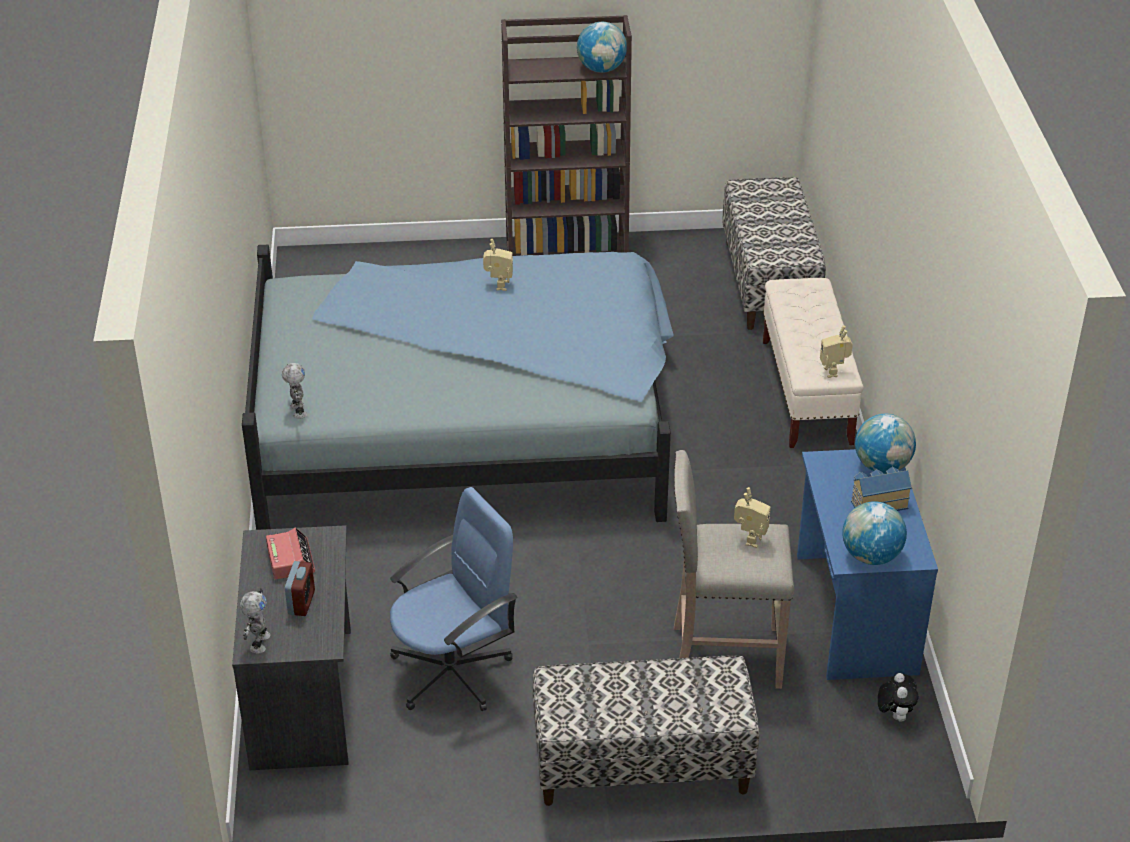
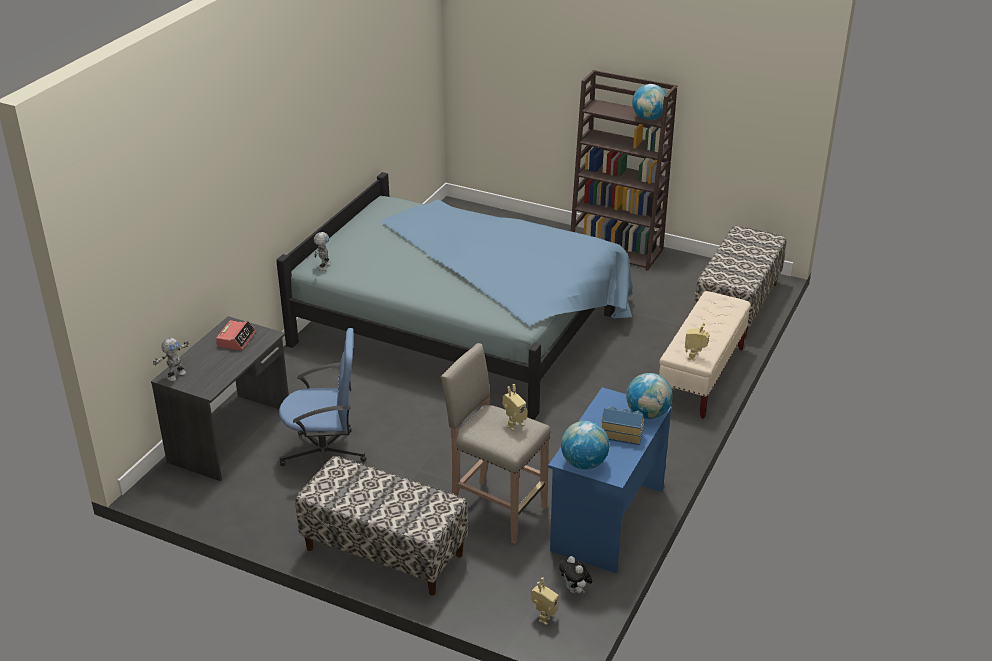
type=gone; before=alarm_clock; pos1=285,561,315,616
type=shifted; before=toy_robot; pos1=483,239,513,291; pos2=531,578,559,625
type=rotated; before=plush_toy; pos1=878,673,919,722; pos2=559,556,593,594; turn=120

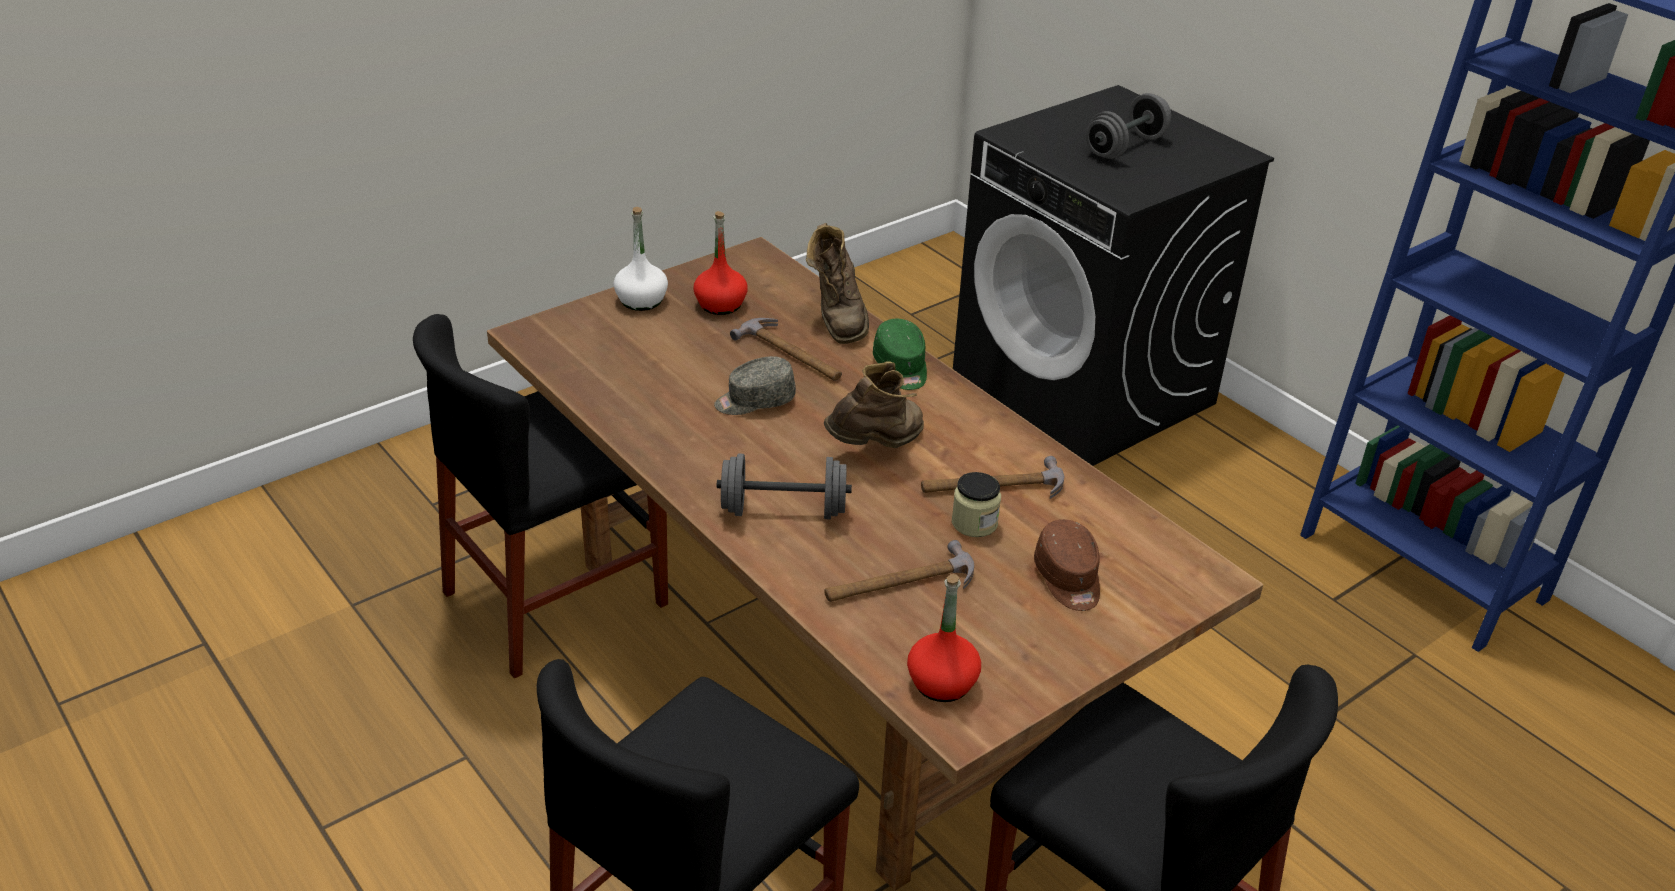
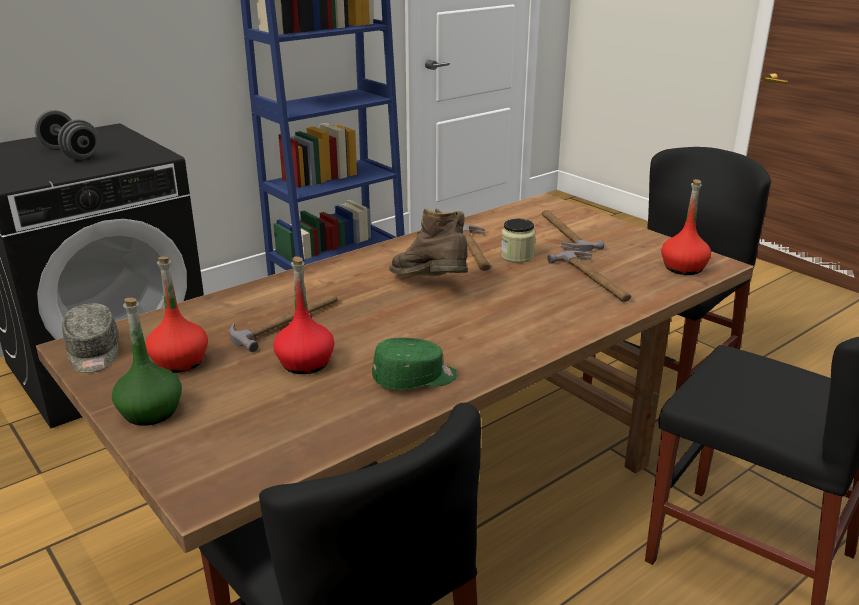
type=repainted; before=white_bottle; after=green_bottle; pos1=613,207,668,311; pos2=112,298,182,426
type=shifted; before=grey_cap; pos1=714,356,796,415; pos2=62,303,119,373
type=gone; before=grey_dumbbell; pos1=717,454,852,519
type=gone; before=brown_boot; pos1=806,223,869,344
type=shifted; before=green_cap; pos1=873,319,927,390; pos2=372,338,457,390
type=swapped; before=brown_cap; after=hammer; pos1=1034,519,1100,611; pos2=542,210,604,252
type=new; after=red_bottle; pos2=274,257,335,374

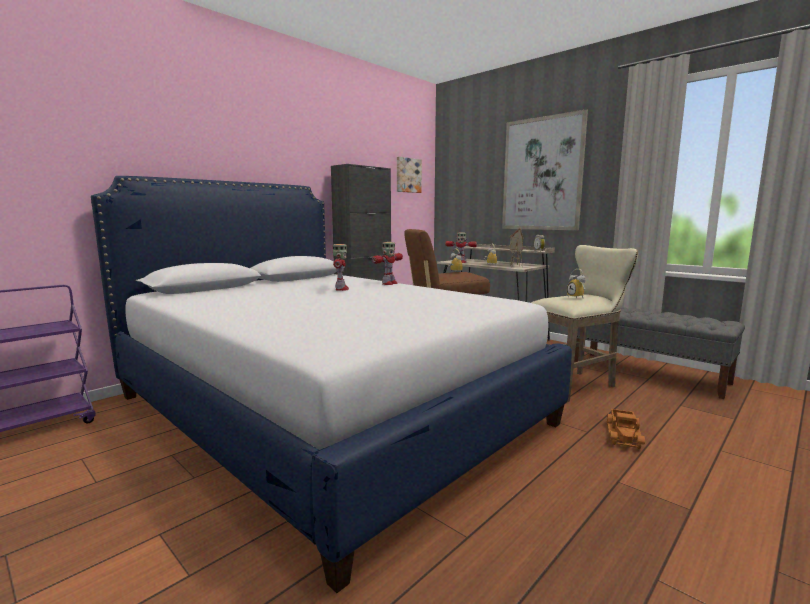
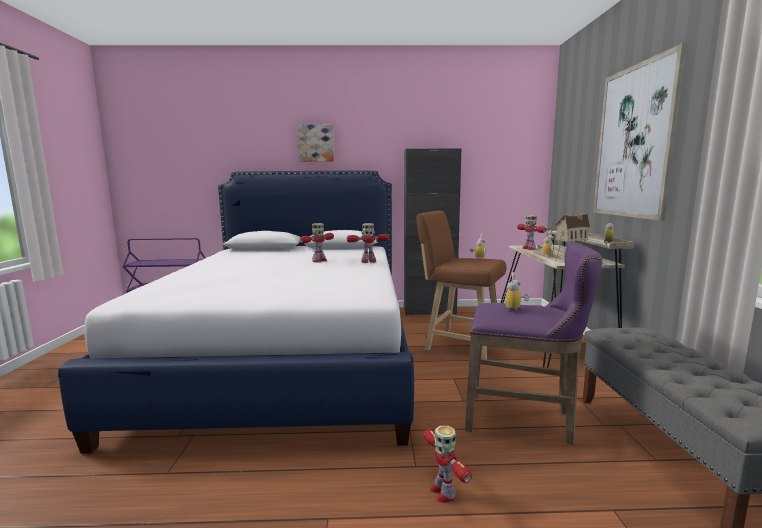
type=shifted; before=picture; pos1=397,157,422,193; pos2=297,124,334,162
type=repainted; before=beige_stool; after=purple_stool; pos1=531,245,638,402; pos2=465,242,602,445
type=swapped; before=toy_truck; after=toy_robot; pos1=607,409,645,449; pos2=424,425,472,503

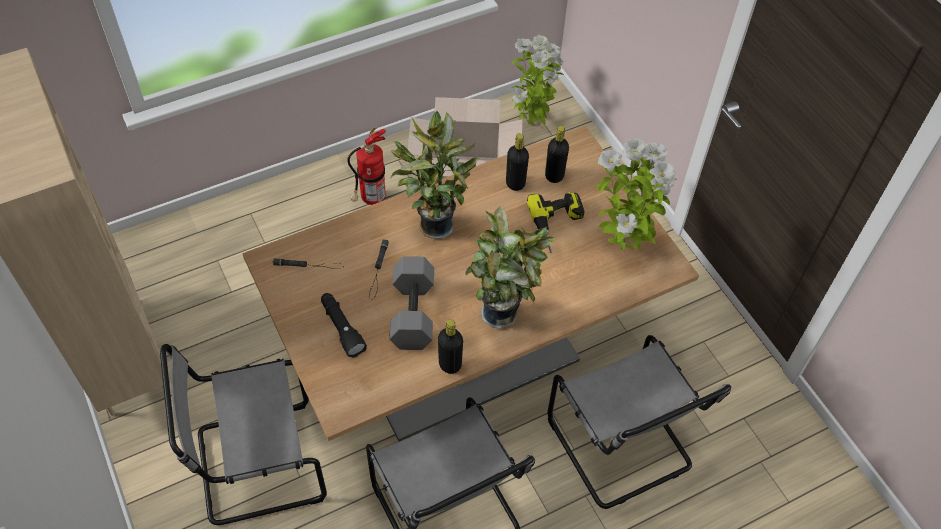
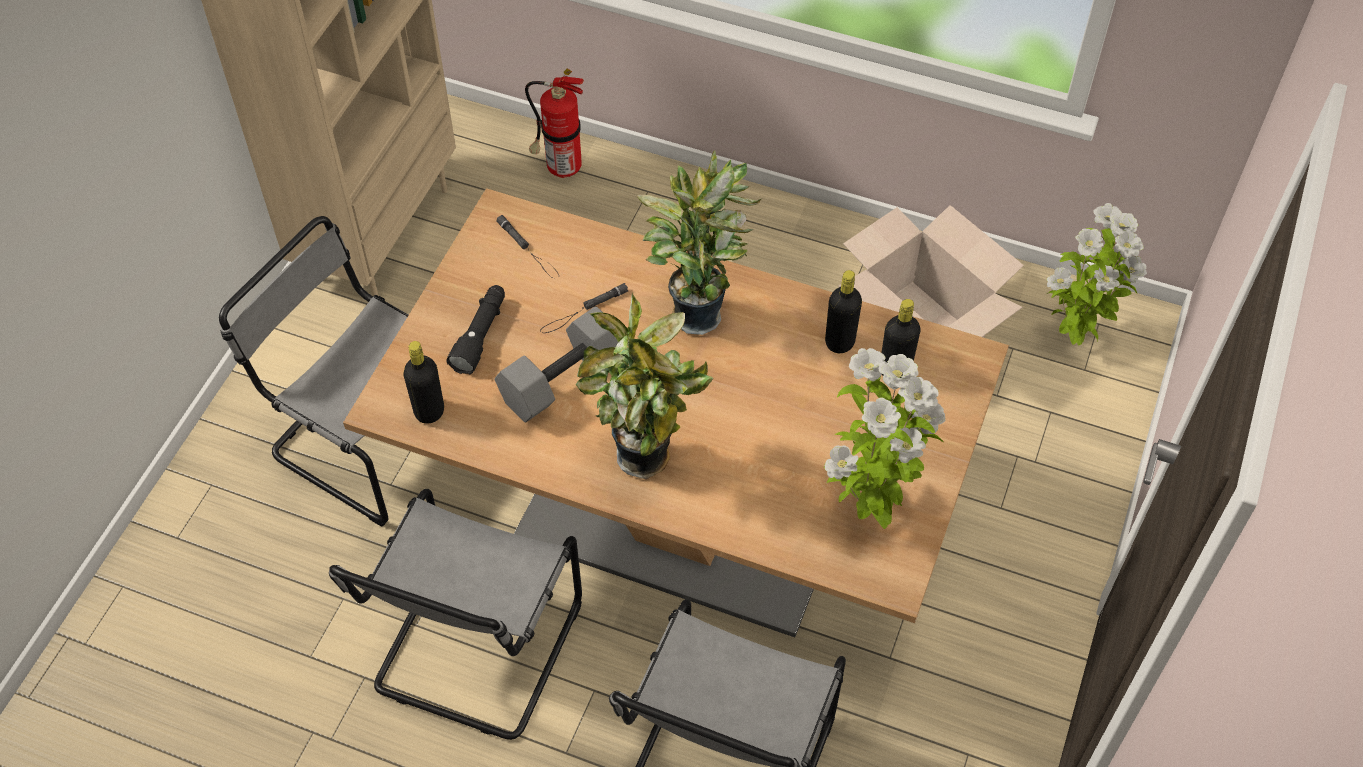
type=shifted; before=fire_extinguisher; pos1=347,128,386,205; pos2=525,69,584,178
type=shifted; before=black_bottle; pos1=438,319,463,374; pos2=404,341,444,424
type=gone; before=power_drill; pos1=527,192,585,253

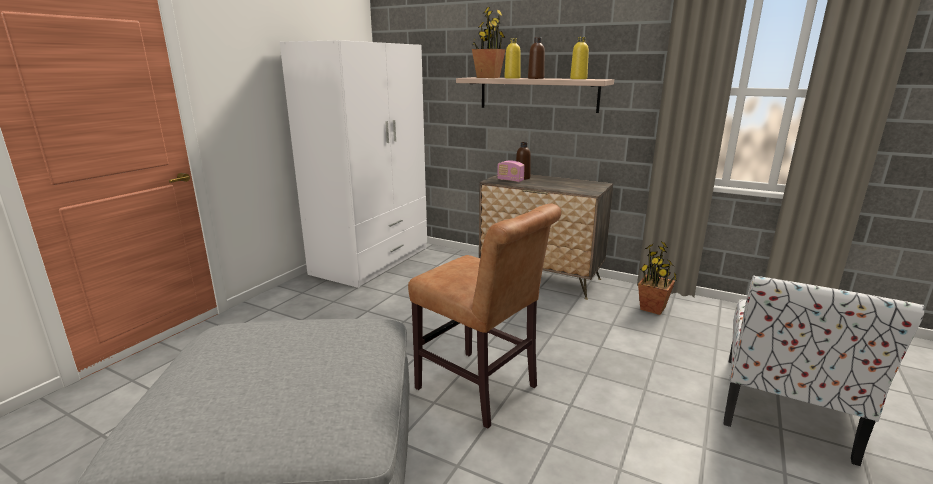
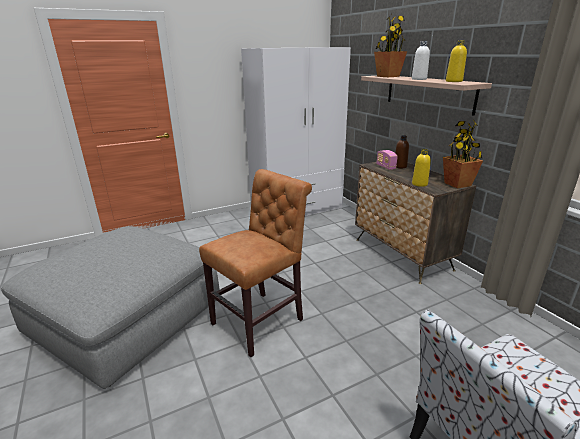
type=rotated; before=brown_chair; pos1=408,203,561,429; pos2=199,169,312,357; turn=-120
type=shifted; before=yellow_bottle; pos1=504,38,521,79; pos2=412,149,431,187
type=repainted; before=brown_bottle; after=white_bottle; pos1=528,38,545,79; pos2=412,41,430,80
type=shifted; before=potted_plant; pos1=638,241,677,315; pos2=443,119,483,188

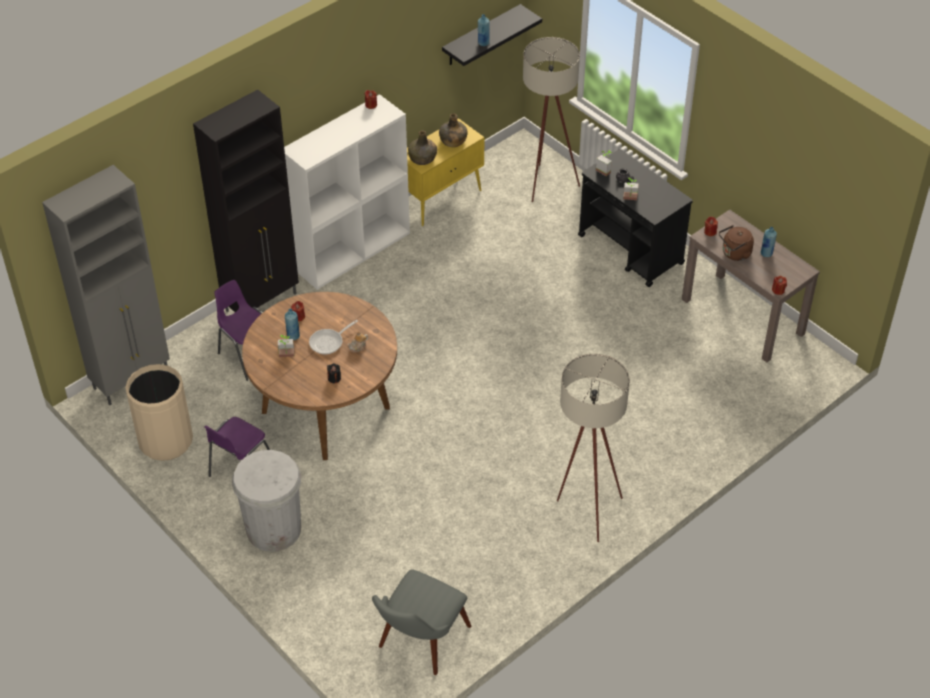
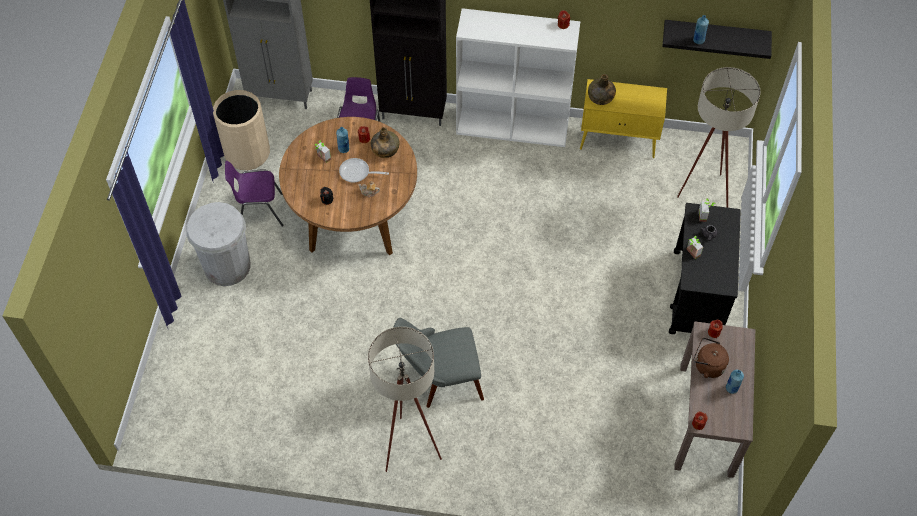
type=shifted; before=grey_chair; pos1=372,569,471,675; pos2=394,318,484,408
type=shifted; before=green_bottle; pos1=439,113,468,147; pos2=371,127,400,158

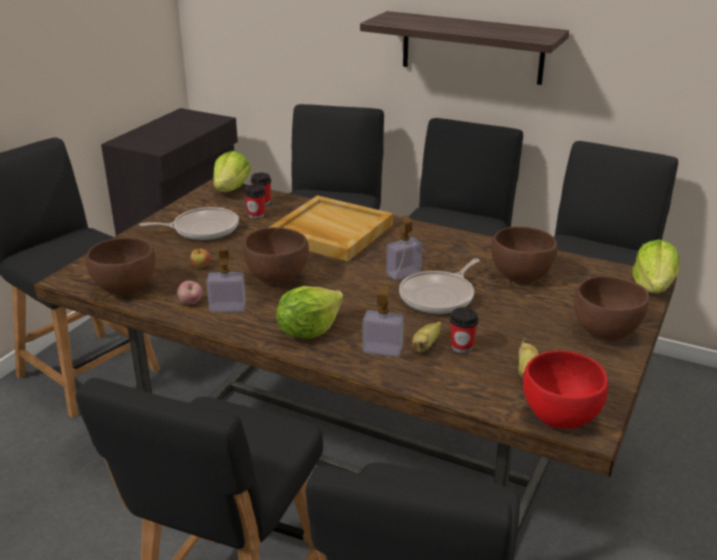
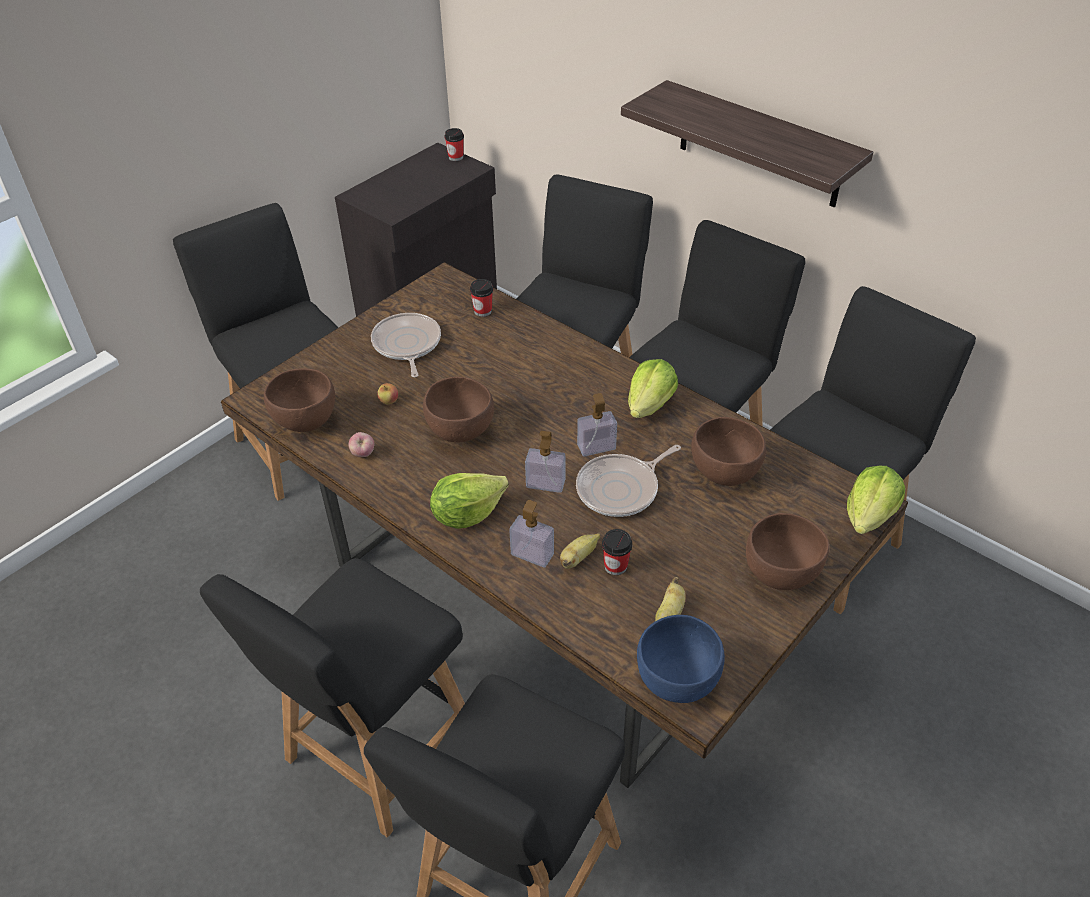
type=rotated; before=frying_pan; pos1=139,207,239,240; pos2=371,313,441,377; turn=-105
type=shifted; before=soap_dispenser; pos1=207,249,246,312; pos2=525,431,566,493
type=shifted; before=lettuce; pos1=213,151,251,192; pos2=628,359,678,418
type=shifted; before=cup; pos1=244,184,266,219; pos2=445,128,464,161
type=gone; before=beige_tray; pos1=269,195,393,261
type=repainted; before=red_bowl; after=blue_bowl; pos1=523,350,608,429; pos2=637,615,725,703

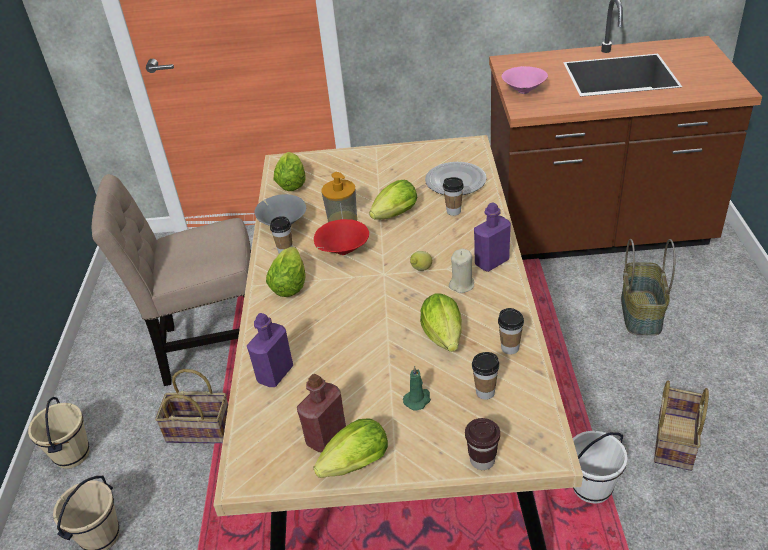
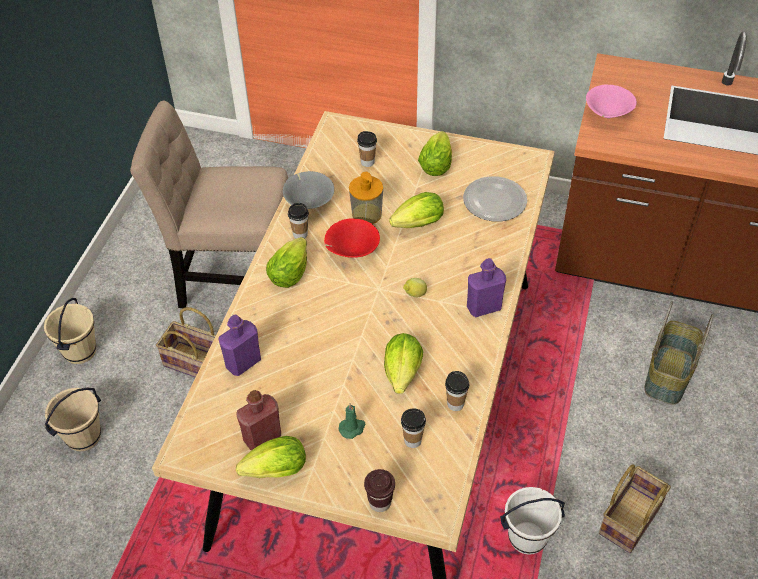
type=shifted; before=lettuce; pos1=274,152,306,191; pos2=418,131,452,176
type=shifted; before=cup; pos1=443,177,464,216; pos2=357,131,377,167
type=gone; before=beige_candle; pos1=449,248,474,293

